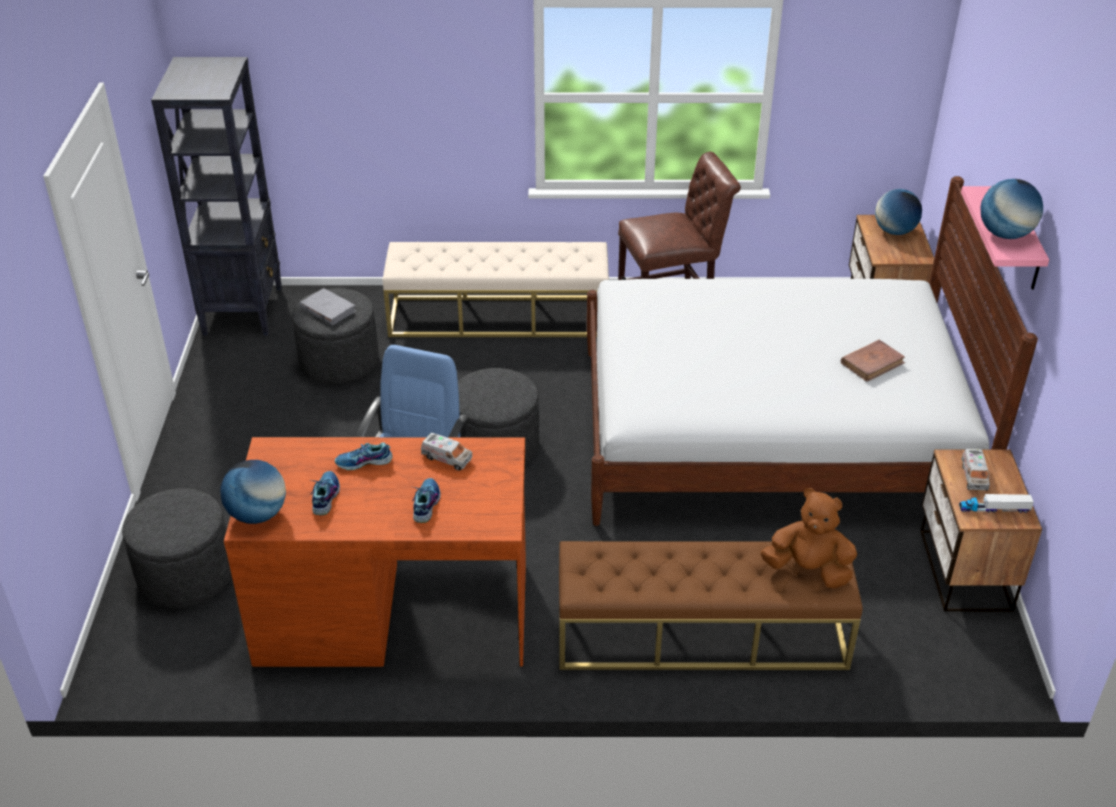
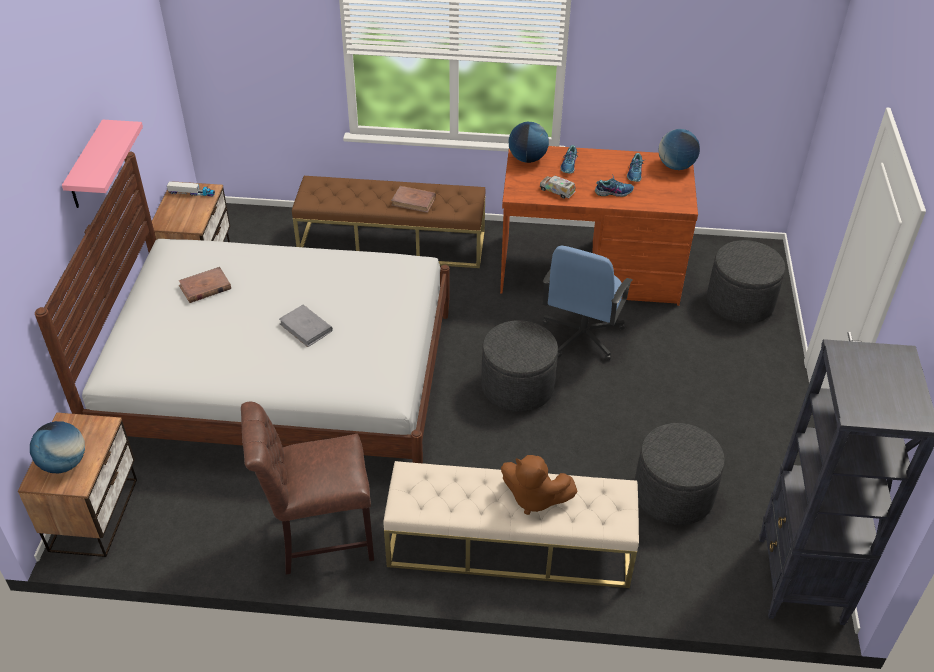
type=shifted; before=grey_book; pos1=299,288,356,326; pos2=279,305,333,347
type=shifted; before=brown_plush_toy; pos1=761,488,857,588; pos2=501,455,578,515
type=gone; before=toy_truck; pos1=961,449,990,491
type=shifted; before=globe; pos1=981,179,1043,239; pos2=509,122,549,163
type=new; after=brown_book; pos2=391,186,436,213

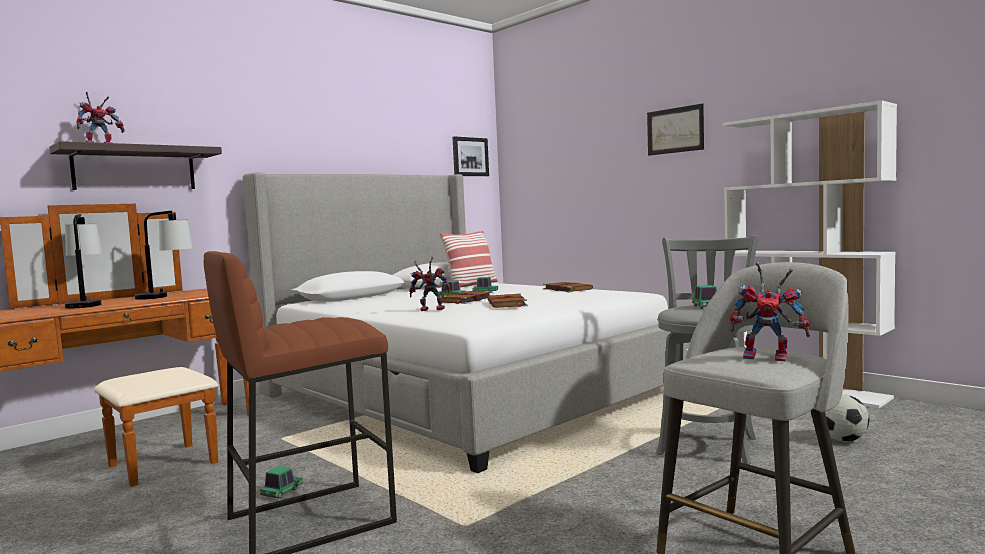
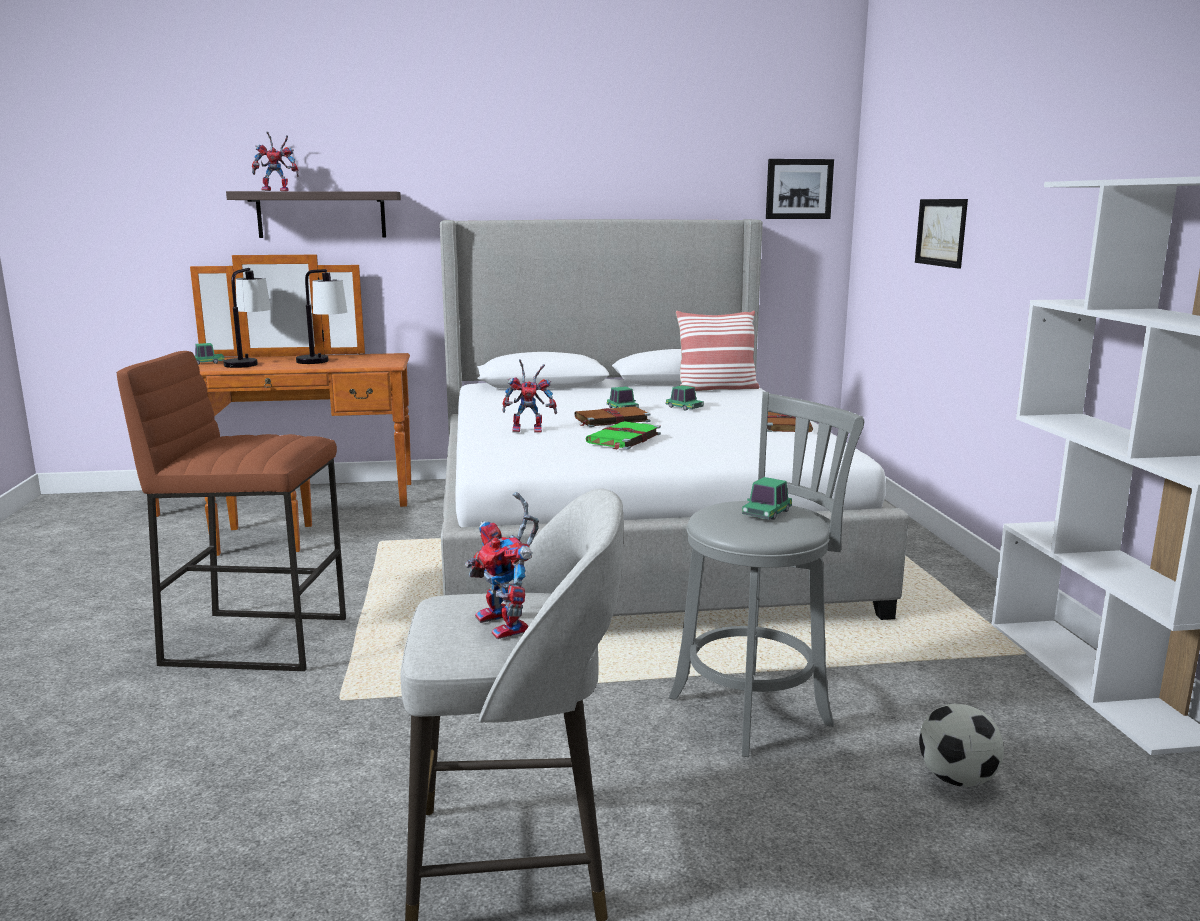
type=shifted; before=toy_car; pos1=260,466,303,498; pos2=195,343,225,365
type=rotated; before=toy_robot; pos1=409,256,451,311; pos2=503,359,557,432; turn=135
type=repainted; before=brown_book; after=green_book; pos1=487,294,528,308; pos2=585,421,661,450
type=shifted; before=picture; pos1=647,103,704,156; pos2=915,199,968,269

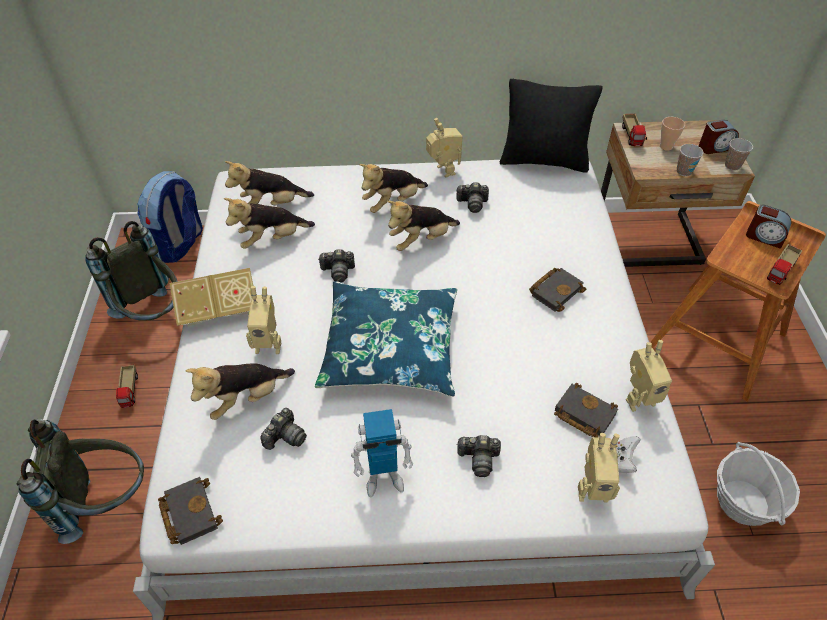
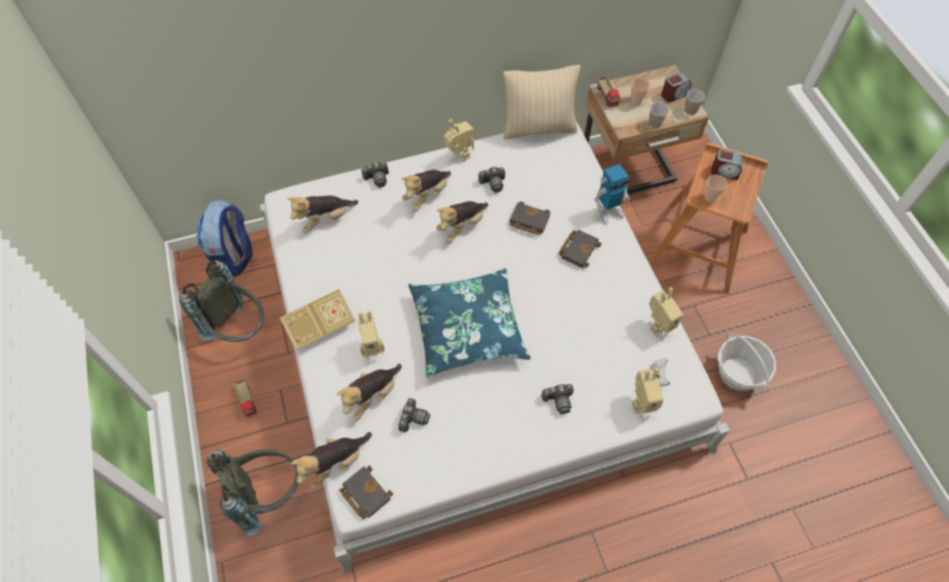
type=shifted; before=plush_toy; pos1=224,198,315,249; pos2=291,432,372,489
type=shifted; before=photo_camera; pos1=318,249,355,282; pos2=361,162,389,187
type=shifted; before=toy_robot; pos1=351,409,413,497; pos2=594,164,631,225
type=repainted; before=black_pillow; after=beige_pillow; pos1=500,79,603,172; pos2=503,65,580,139
type=shifted; before=black_book; pos1=554,383,618,438; pos2=510,201,550,235
type=gone; before=toy_truck; pos1=767,244,803,285
type=new; after=cup; pos2=705,175,728,203

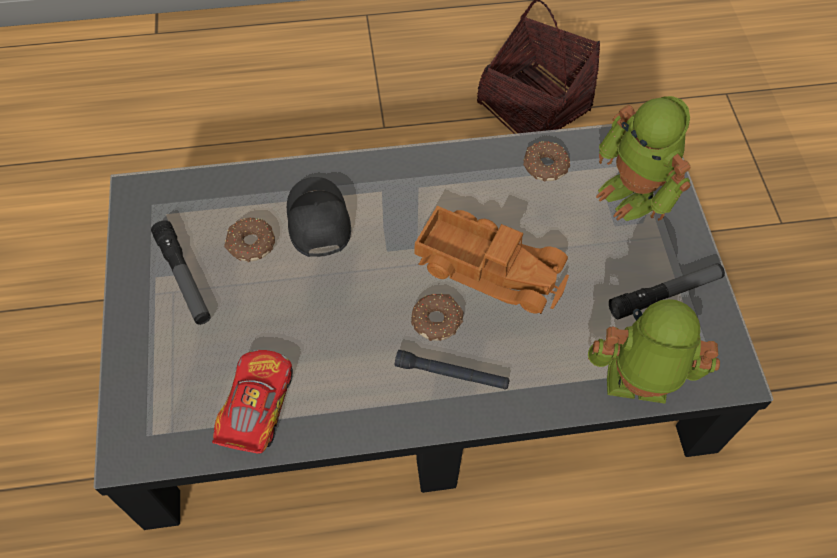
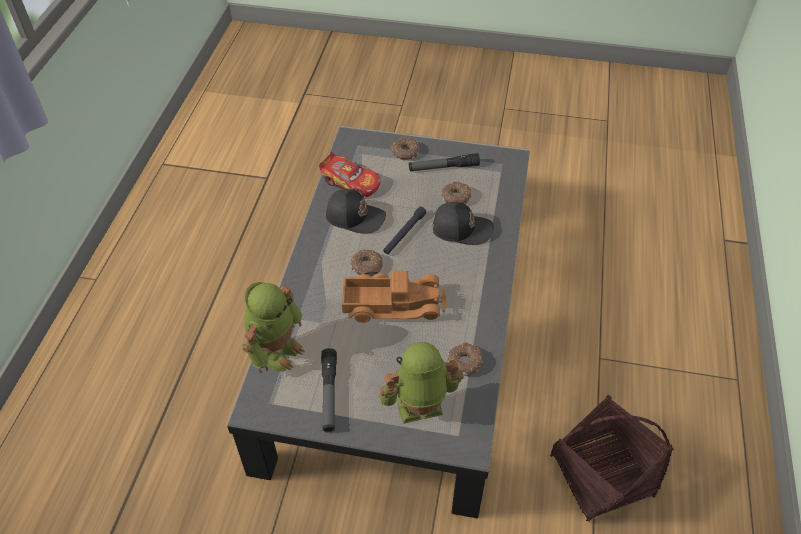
type=shifted; before=black_flashlight; pos1=395,350,510,390; pos2=383,207,426,254
type=rotated; before=toy_truck; pos1=415,206,569,314; pos2=342,271,446,323; turn=-135
type=new; after=black_cap; pos2=326,189,386,234
type=new; after=donut; pos2=391,137,420,160

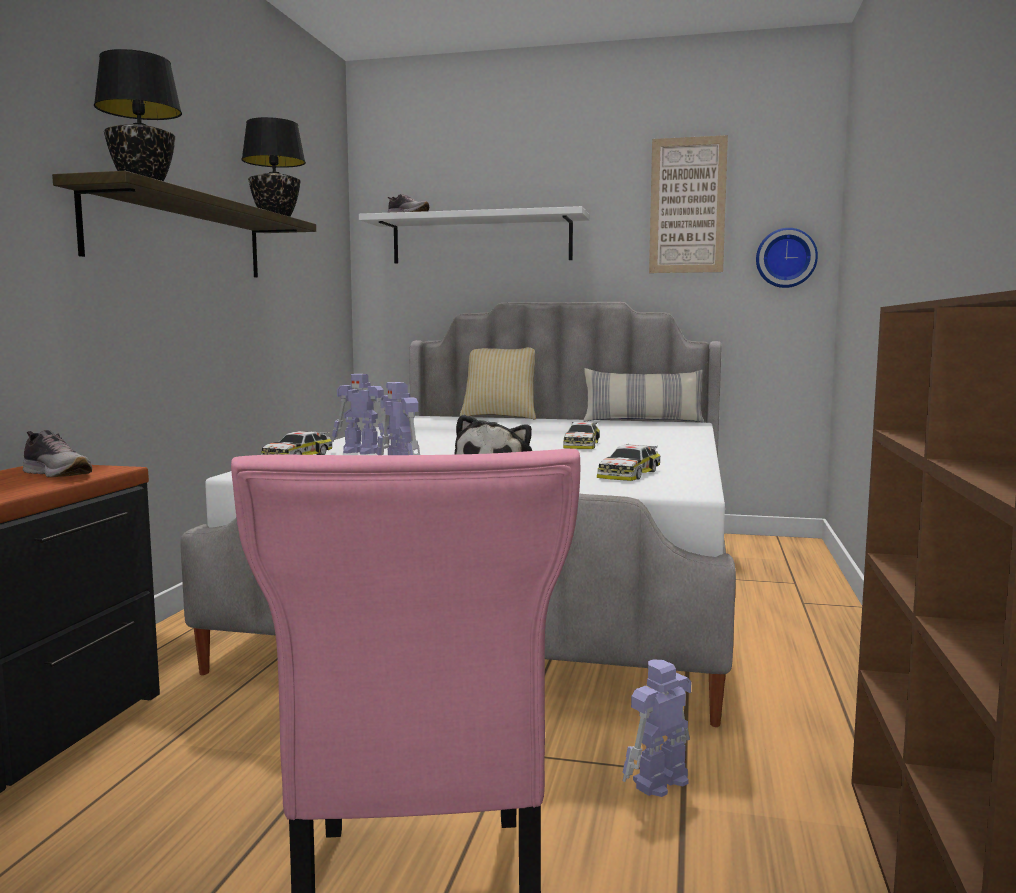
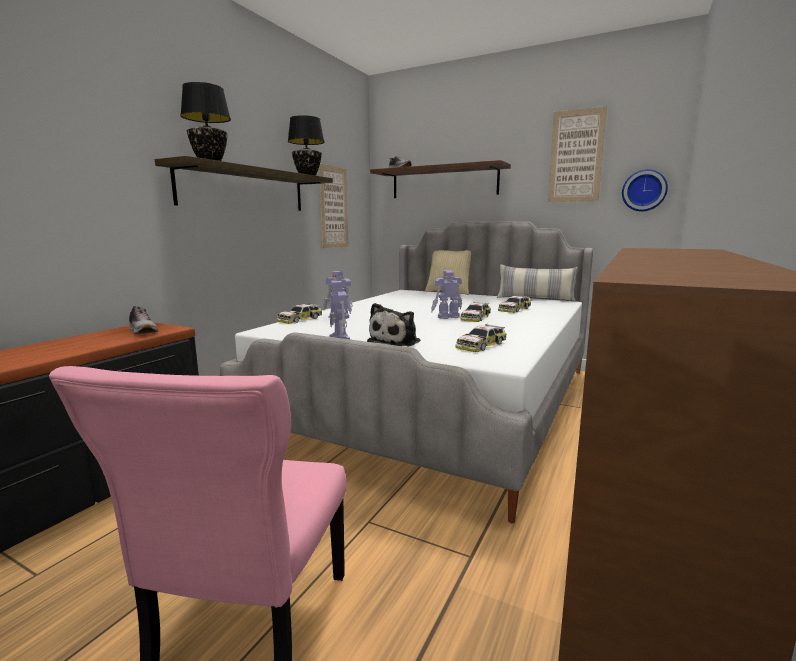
type=repainted; before=white_shelf; after=brown_shelf; pos1=359,206,590,264; pos2=370,160,511,198
type=shifted; before=toy_robot; pos1=623,659,691,797; pos2=431,270,462,319
type=new; after=picture; pos2=319,164,348,249
type=new; after=toy_car; pos2=498,296,531,313

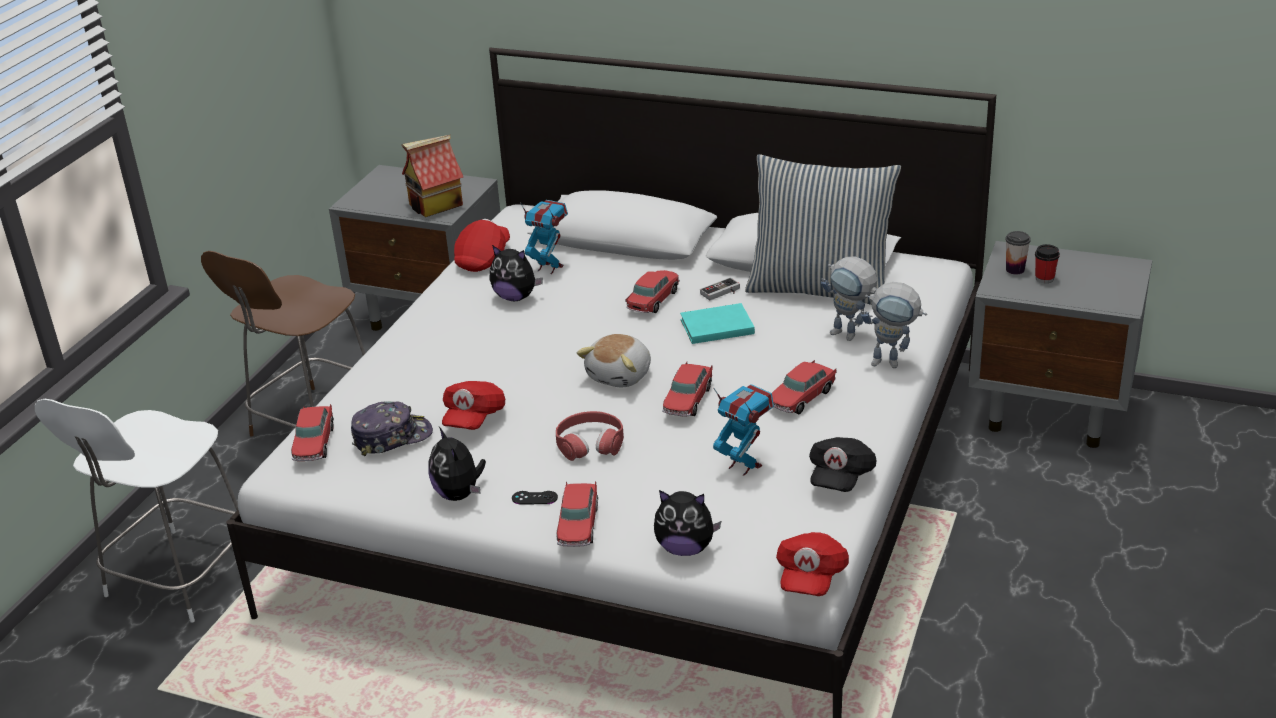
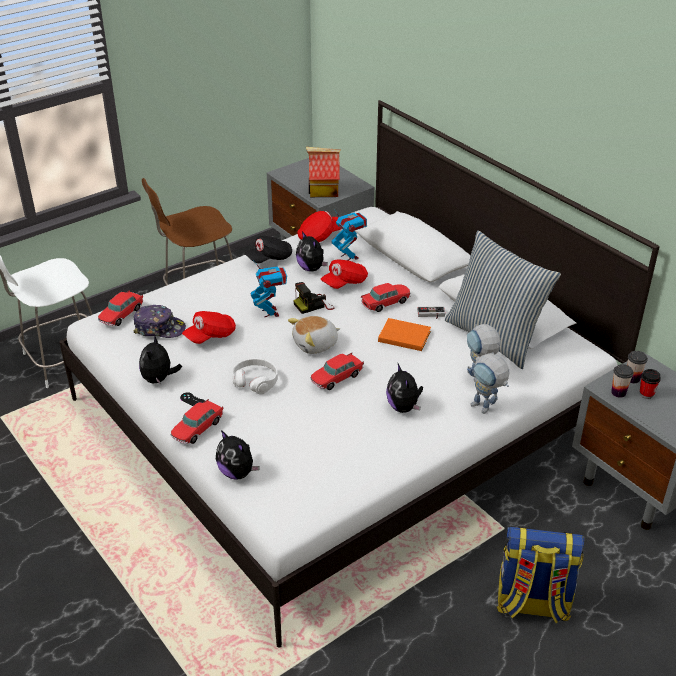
type=repainted; before=red_headphones; after=white_headphones; pos1=556,411,624,461; pos2=232,358,278,395
type=repainted; before=turquoise_book; after=orange_book; pos1=680,303,755,344; pos2=378,318,431,351
type=shifted; before=toy_robot; pos1=713,384,774,476; pos2=251,260,287,317
type=swapped; before=toy_car; after=plush_toy; pos1=772,360,837,414; pos2=386,364,423,413
type=shifted; before=red_cap; pos1=776,532,849,596; pos2=321,259,368,289
type=shifted; before=black_cap; pos1=809,437,876,492; pos2=244,236,292,263
type=new; after=photo_camera; pos2=293,282,334,314
type=new; after=backpack; pos2=497,527,585,624
type=new; after=cup; pos2=611,364,634,398

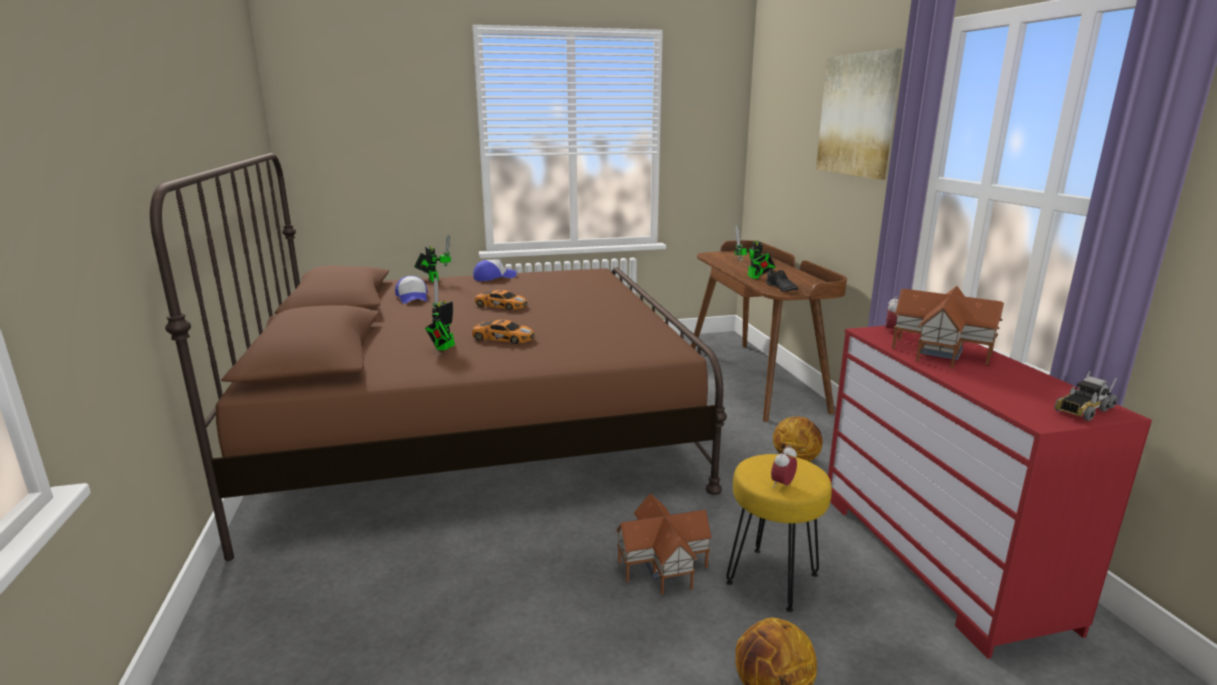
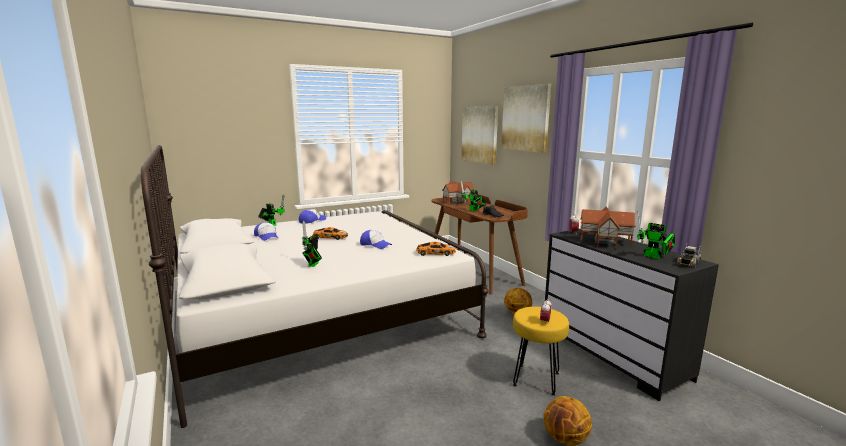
type=repainted; before=brown_bed; after=white_bed; pos1=150,153,727,561; pos2=141,145,489,428
type=shifted; before=toy_car; pos1=472,320,535,344; pos2=416,242,456,256
type=shifted; before=toy_house; pos1=615,493,713,595; pos2=442,181,475,206
type=repainted; before=red_dresser; after=black_dresser; pos1=828,325,1152,659; pos2=545,228,719,401
type=new; after=cap; pos2=360,230,392,249
type=new; after=picture; pos2=462,106,498,165
type=new; after=toy_robot; pos2=637,212,675,259

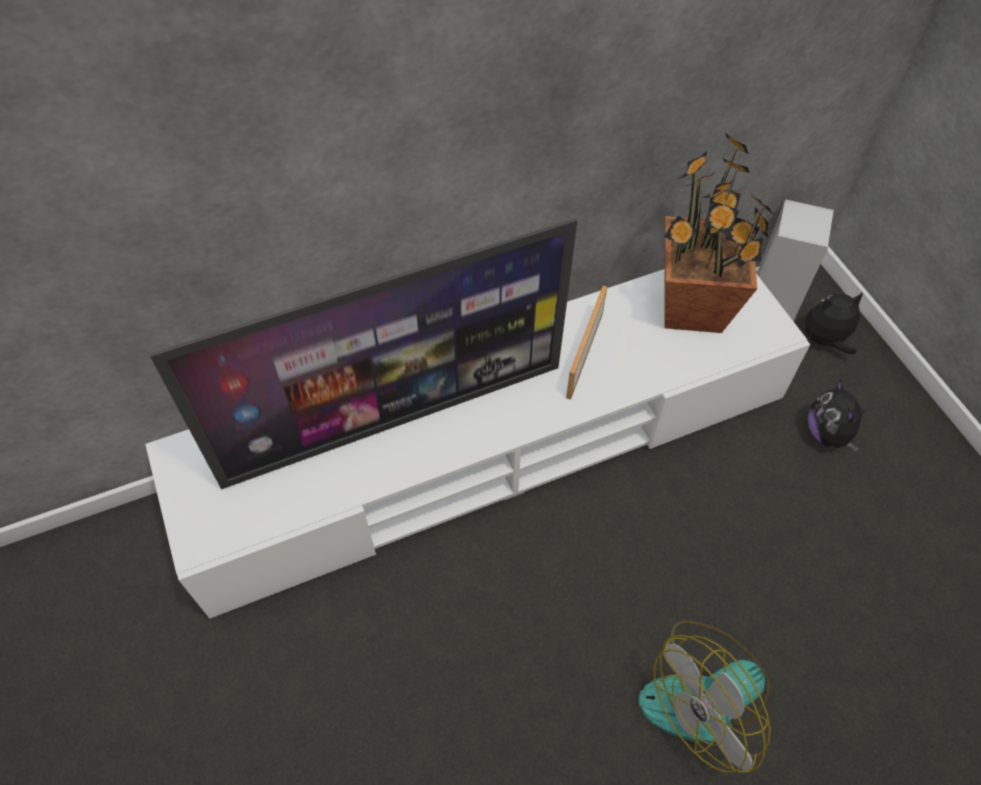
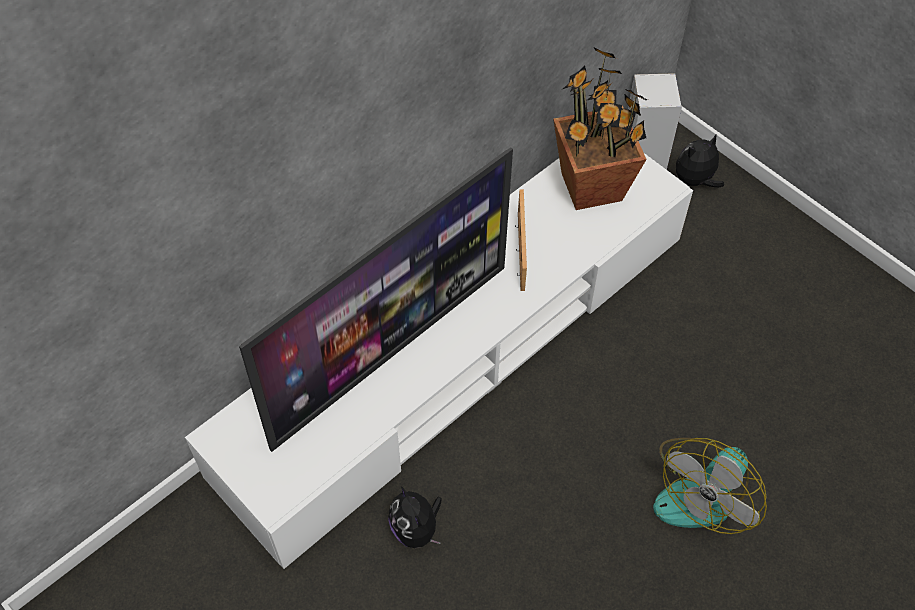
type=shifted; before=plush_toy; pos1=808,379,864,451; pos2=388,486,442,548

